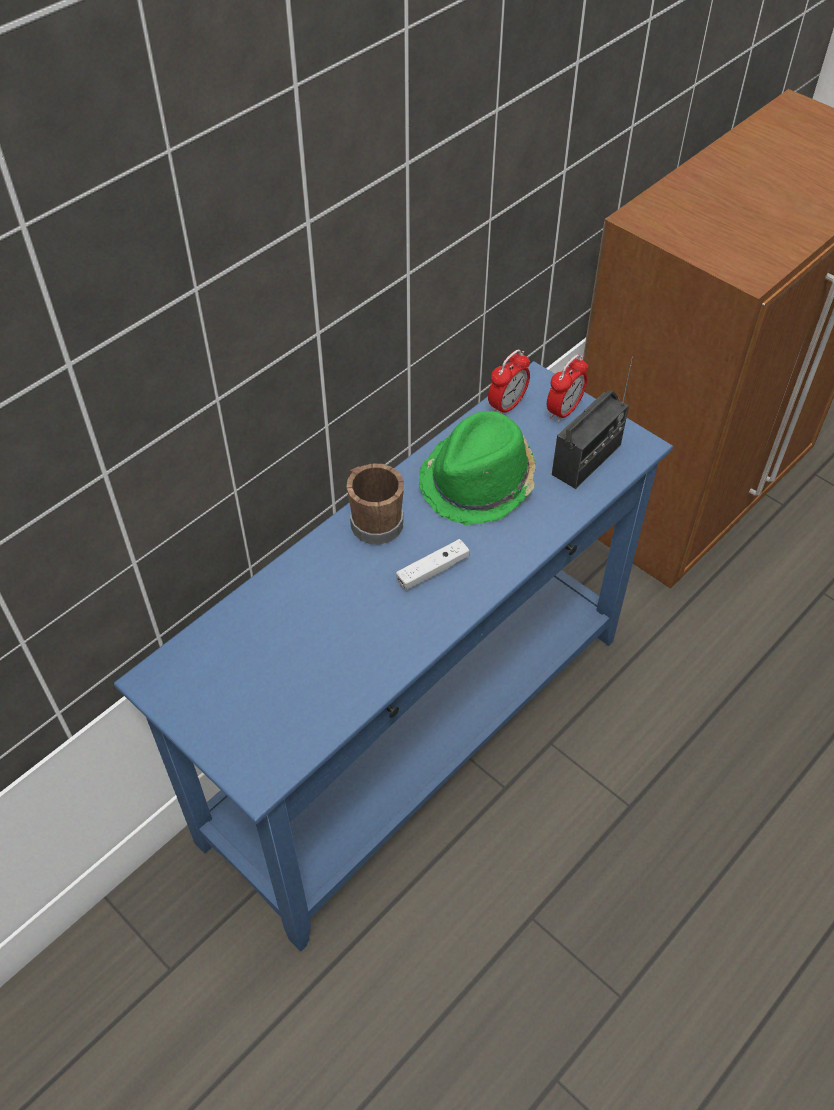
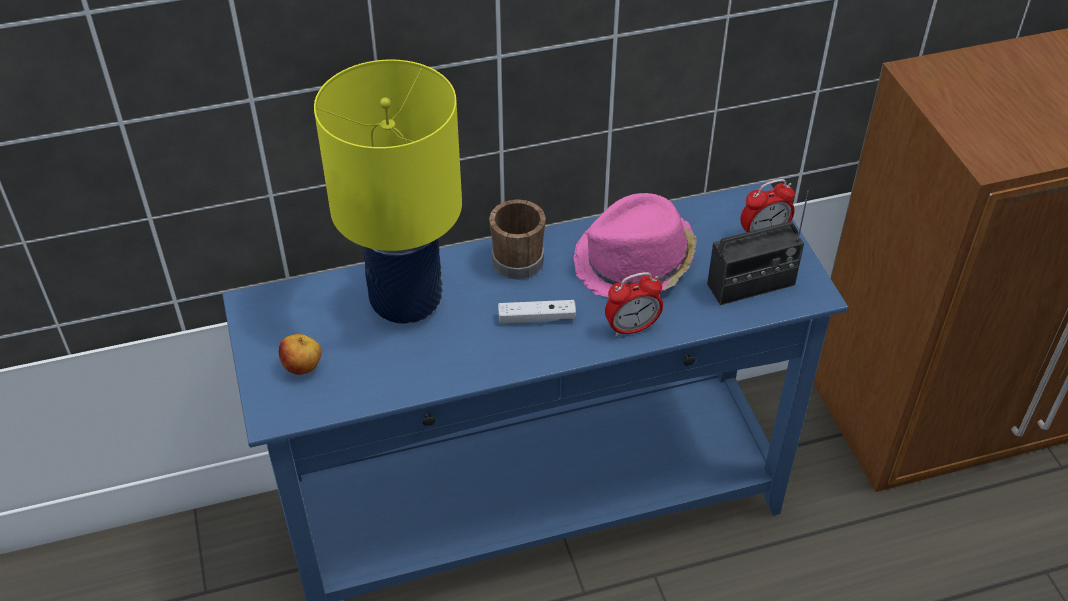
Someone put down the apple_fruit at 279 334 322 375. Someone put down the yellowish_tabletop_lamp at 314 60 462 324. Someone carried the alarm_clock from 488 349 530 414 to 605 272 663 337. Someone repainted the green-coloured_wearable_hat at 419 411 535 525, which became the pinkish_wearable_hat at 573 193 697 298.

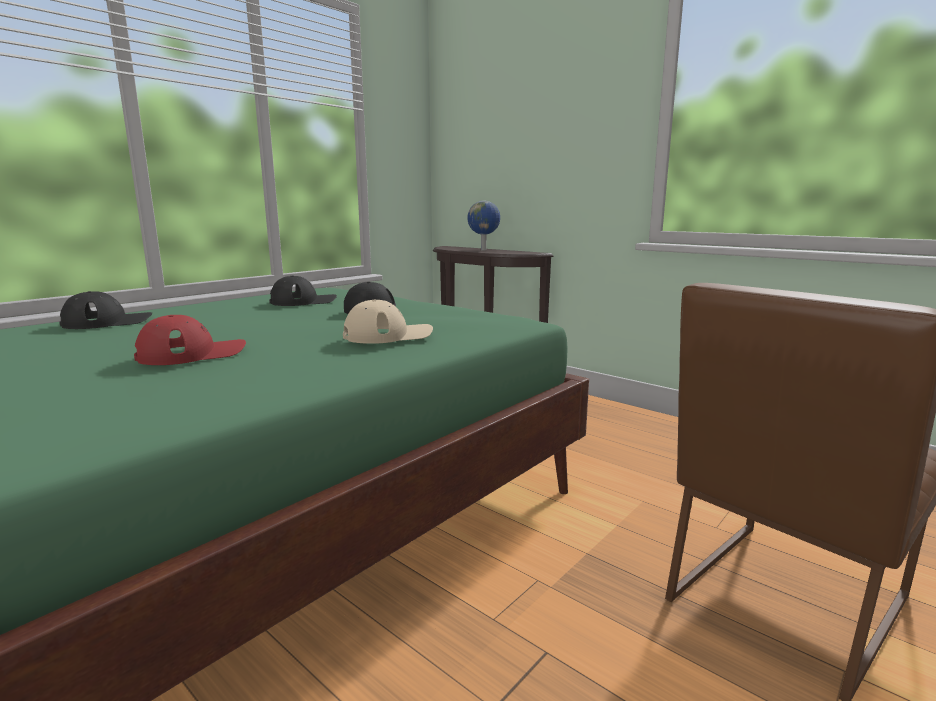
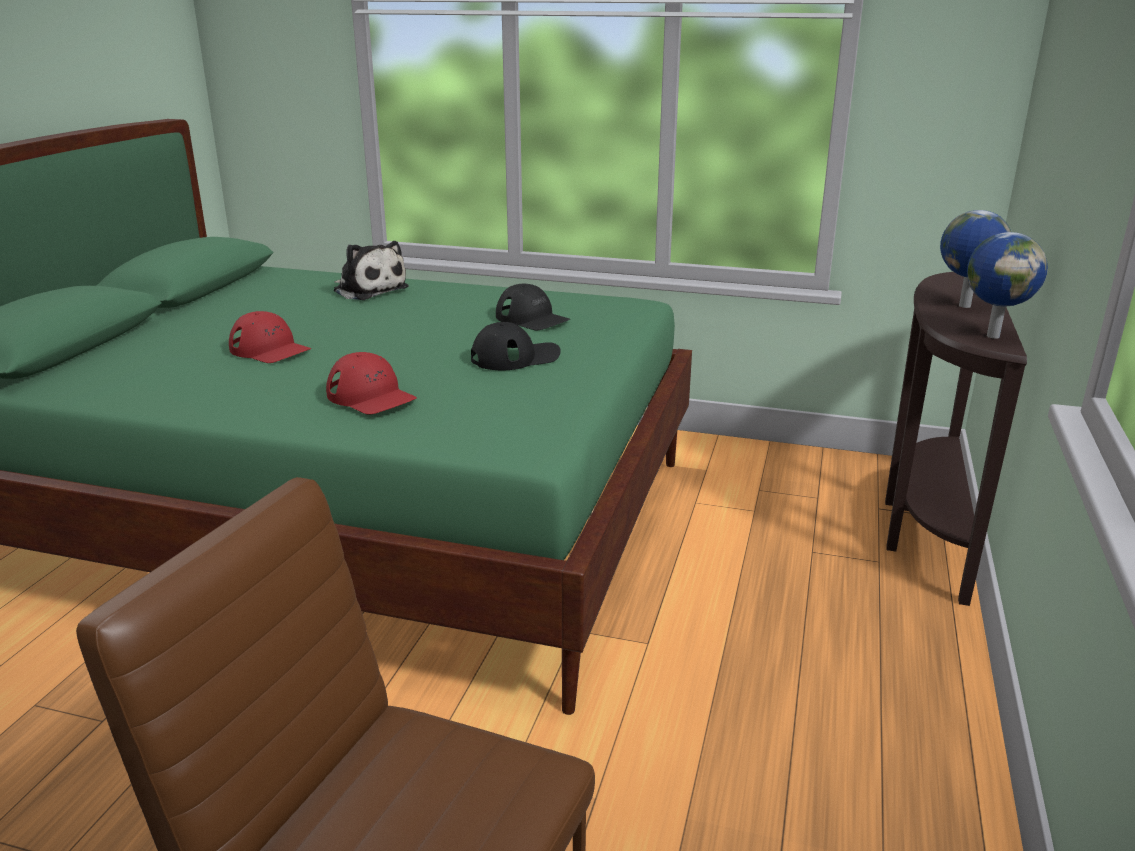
Someone put down the world_globe at 967 232 1048 339. Someone swapped the black-coloured_peaked_cap at 59 291 152 329 for the soft_toy at 334 241 409 300. Someone repainted the sand-coloured_peaked_cap at 343 300 433 344, which became the red-coloured_peaked_cap at 326 352 417 414.

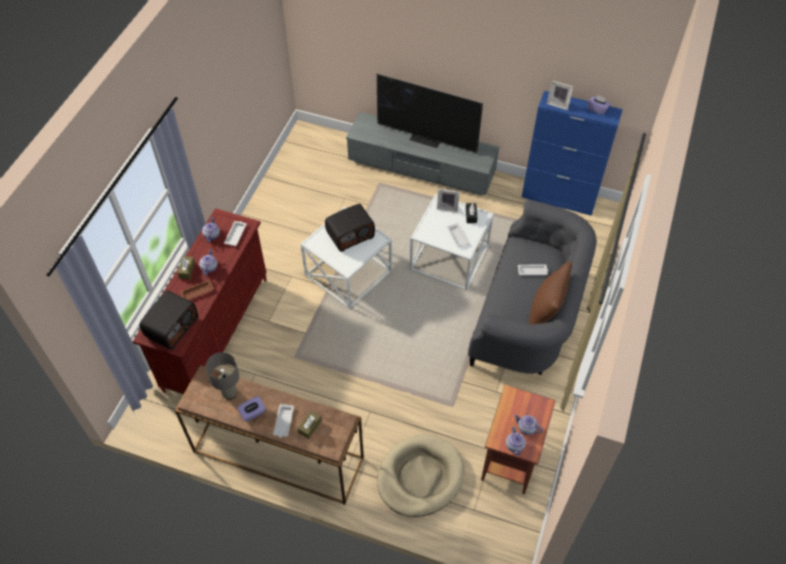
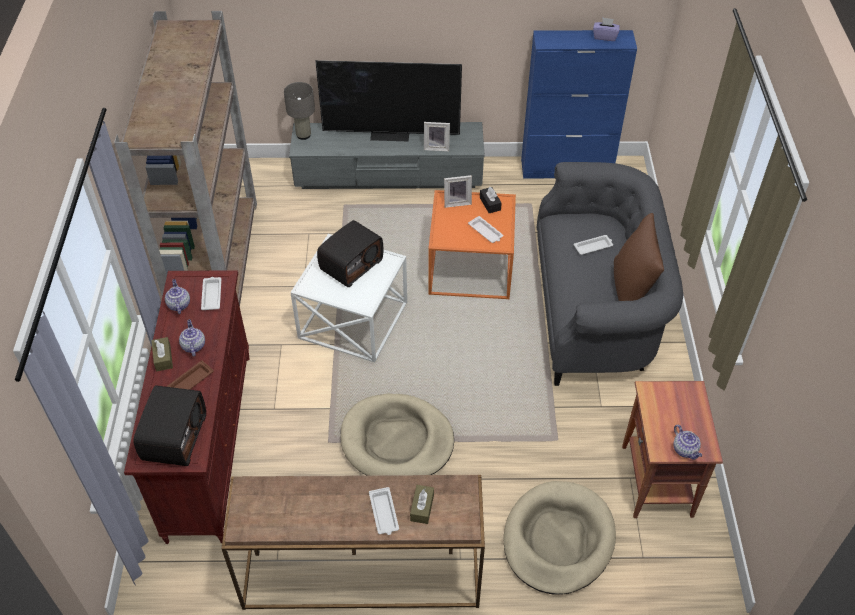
Someone took away the purple_box_of_tissues at 237 396 266 422. Someone took away the pot_for_tea at 514 414 543 435. Someone put down the brownish_shelving_unit at 114 11 257 306. Someone put down the sand-coloured_pet_bed at 341 393 454 475. Someone carried the greyish_tabletop_lamp from 205 352 239 400 to 284 82 315 140. Someone carried the photo_frame from 547 80 574 110 to 424 122 450 151. Someone repainted the white_end_table at 410 194 494 290, which became the orange_end_table at 428 190 516 299.

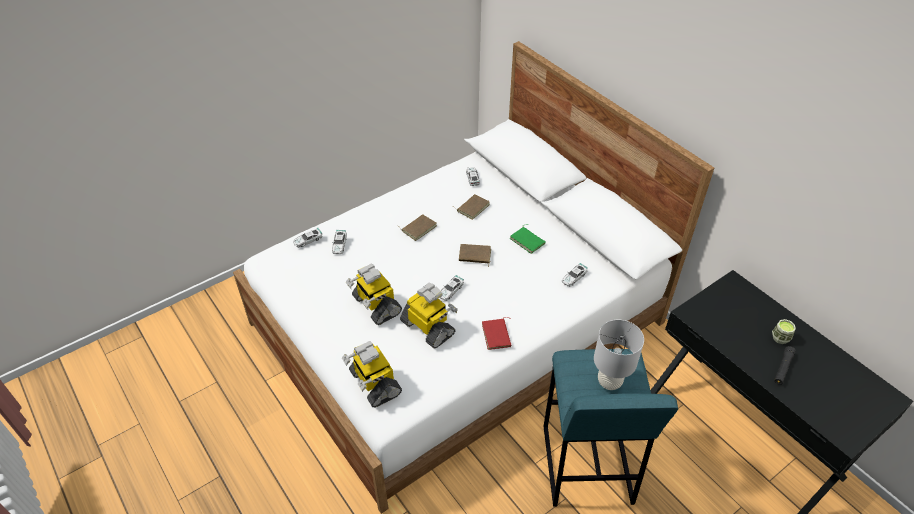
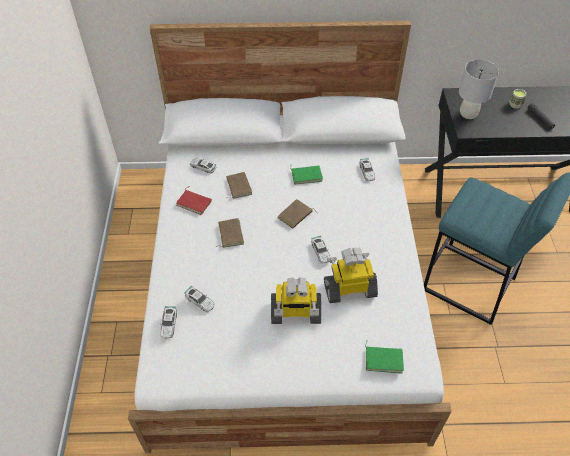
Someone carried the red-coloured_bound_book from 482 317 512 350 to 176 187 212 215. Someone carried the greyish_tabletop_lamp from 594 320 644 390 to 459 60 499 119. Someone swapped the toy_robot at 342 341 402 408 for the green-coloured_bound_book at 365 342 404 373.

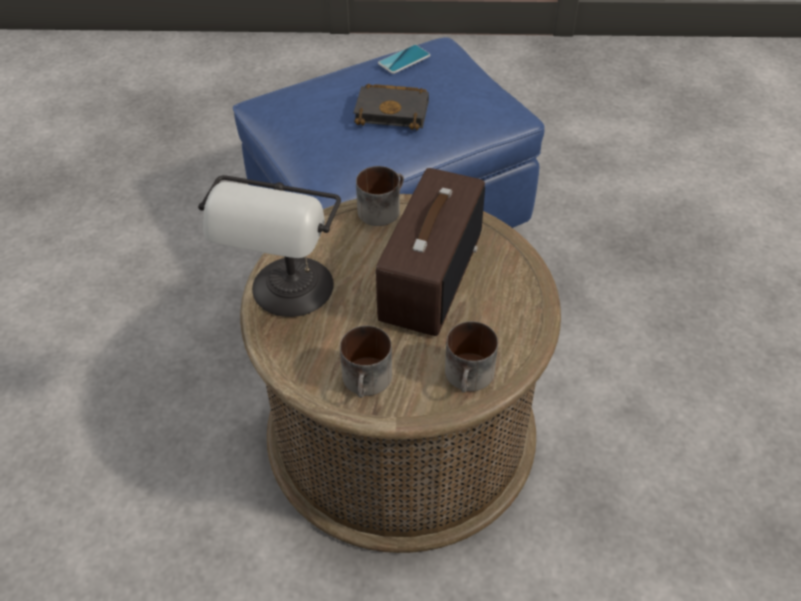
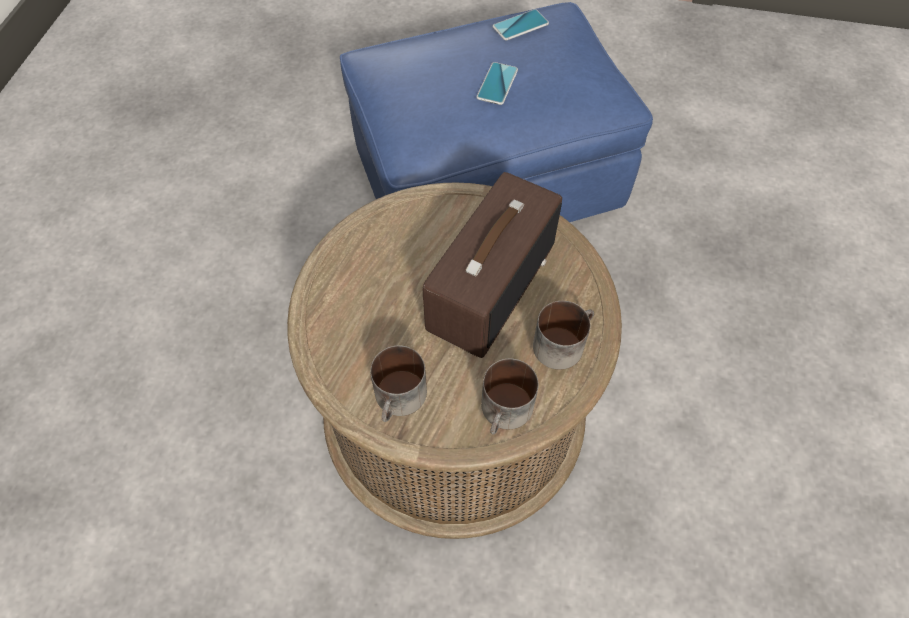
Someone took away the tabletop_lamp at 198 175 341 317. Someone carried the tea_mug from 356 166 404 226 to 533 301 594 370. Someone swapped the black-coloured_bound_book at 354 84 429 130 for the telephone at 476 62 518 105.

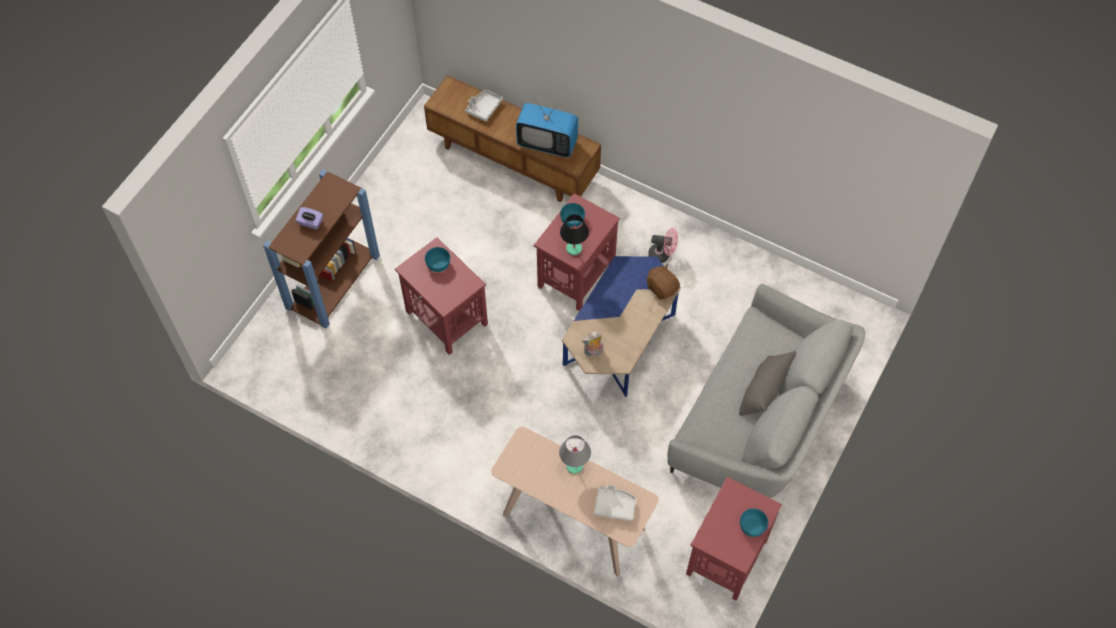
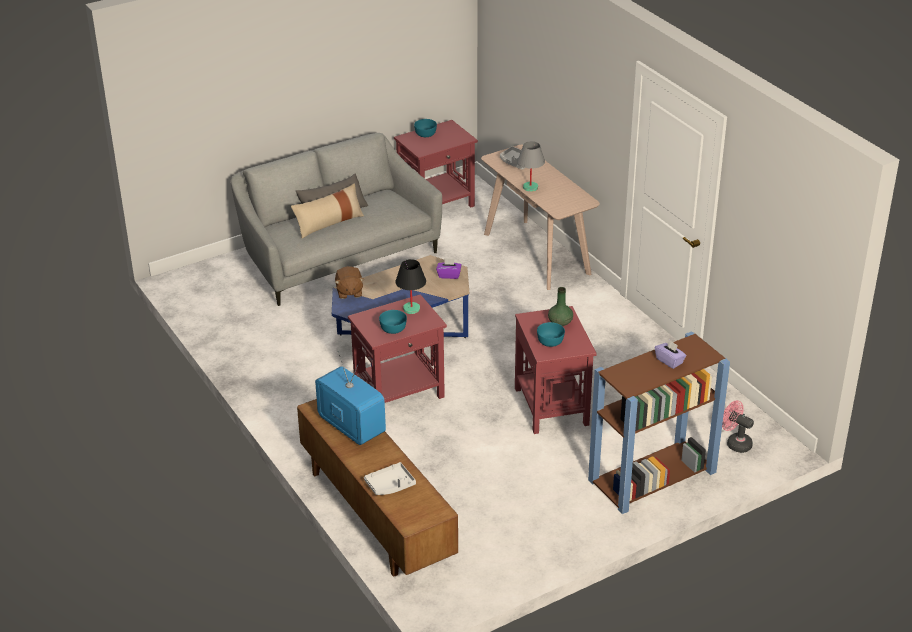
Someone put down the sand-coloured_cushion at 291 183 364 239. Someone put down the green-coloured_vase at 548 287 573 326. Someone carried the pinkish_electric_fan from 648 228 678 263 to 722 400 754 453. Someone swapped the soft_toy at 582 331 603 357 for the purple_box_of_tissues at 436 258 462 279.

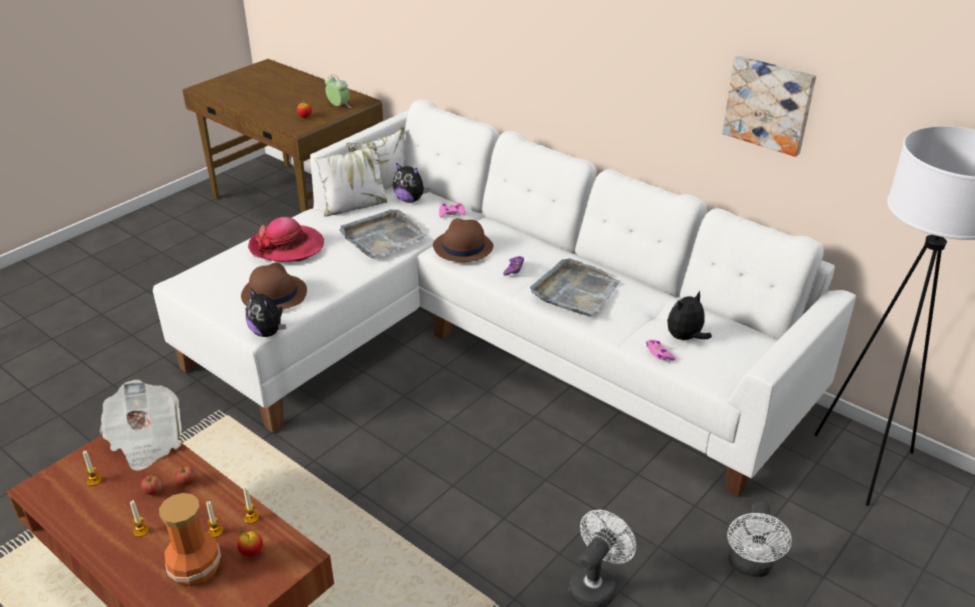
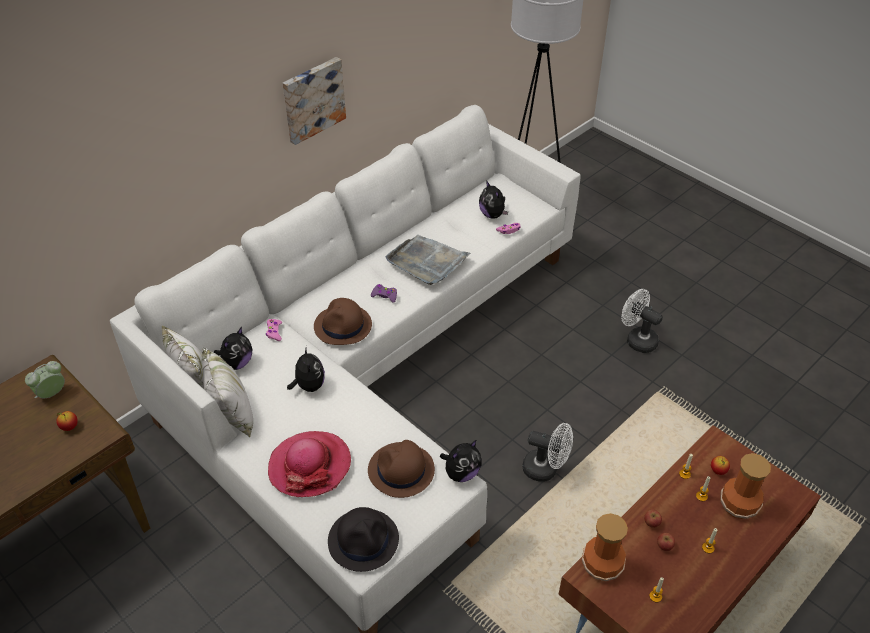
Someone put down the black-coloured_wearable_hat at 328 507 399 572. Someone carried the wall_art from 722 55 816 157 to 283 57 346 145. Someone carried the white_electric_fan from 727 502 792 577 to 522 423 573 482. Someone swapped the daily_paper at 100 380 182 471 for the vase at 582 513 628 581. Someone swapped the greyish_carrying_tray at 339 209 427 258 for the soft_toy at 287 346 325 392.

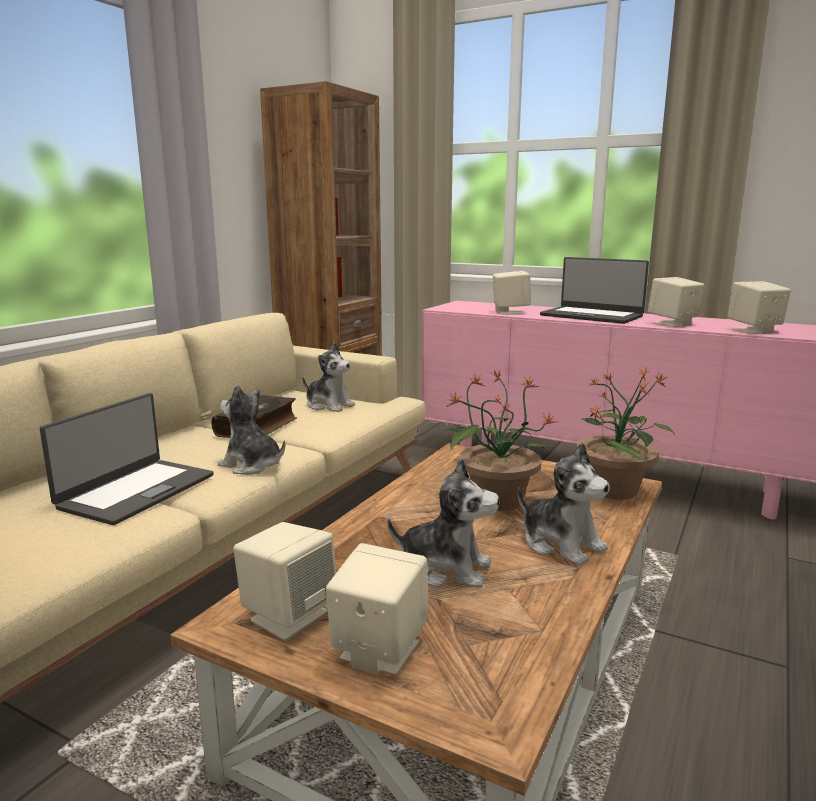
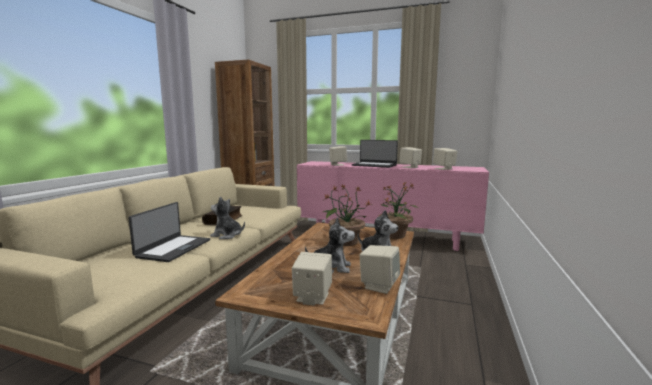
Someone took away the soft_toy at 302 342 355 412. Someone carried the sand-coloured_loudspeaker from 233 522 337 641 to 359 245 400 294.

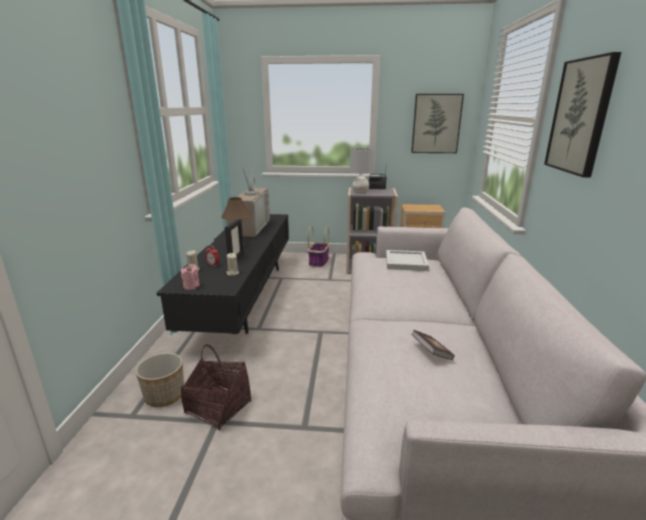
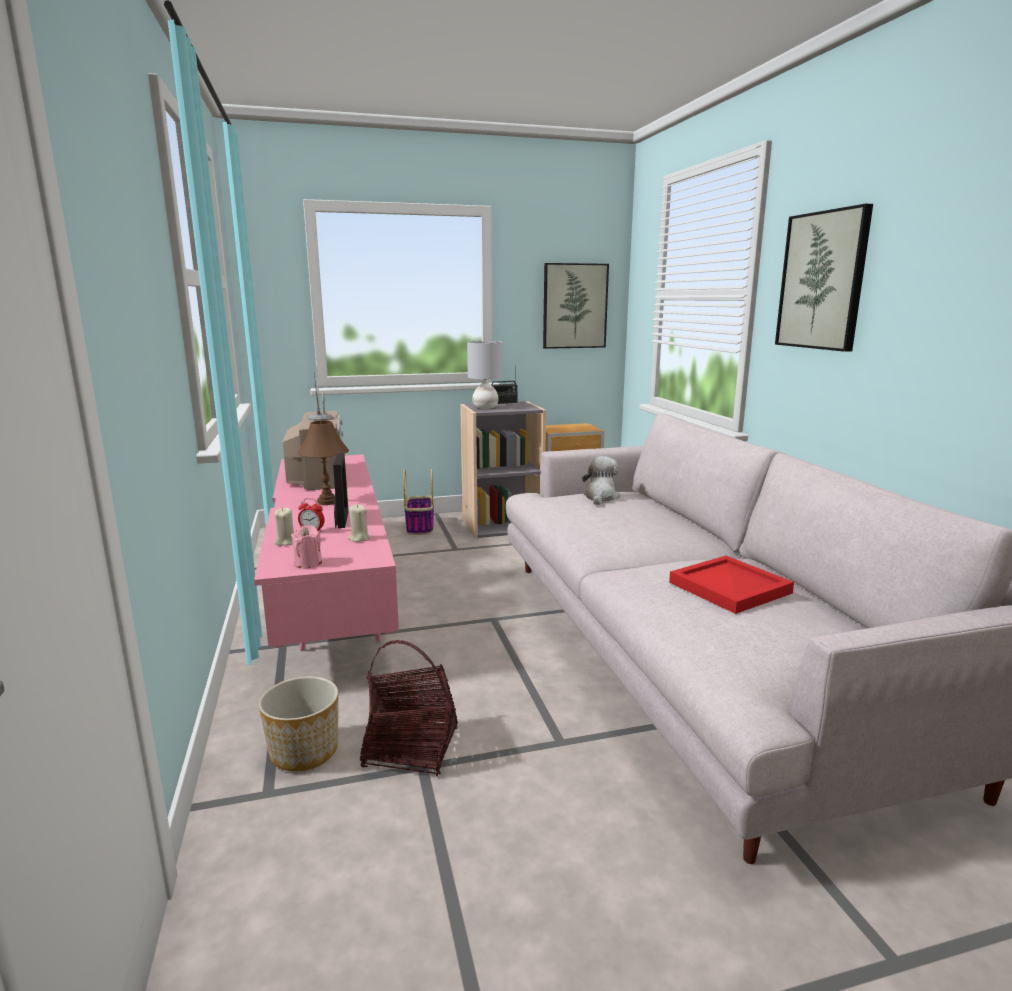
Someone swapped the white_carrying_tray at 386 250 429 271 for the soft_toy at 582 456 620 505. Someone swapped the bound_book at 411 330 455 360 for the red-coloured_carrying_tray at 669 556 794 614. Someone repainted the black-coloured_media_console at 157 214 289 334, which became the pinkish_media_console at 254 454 399 651.

